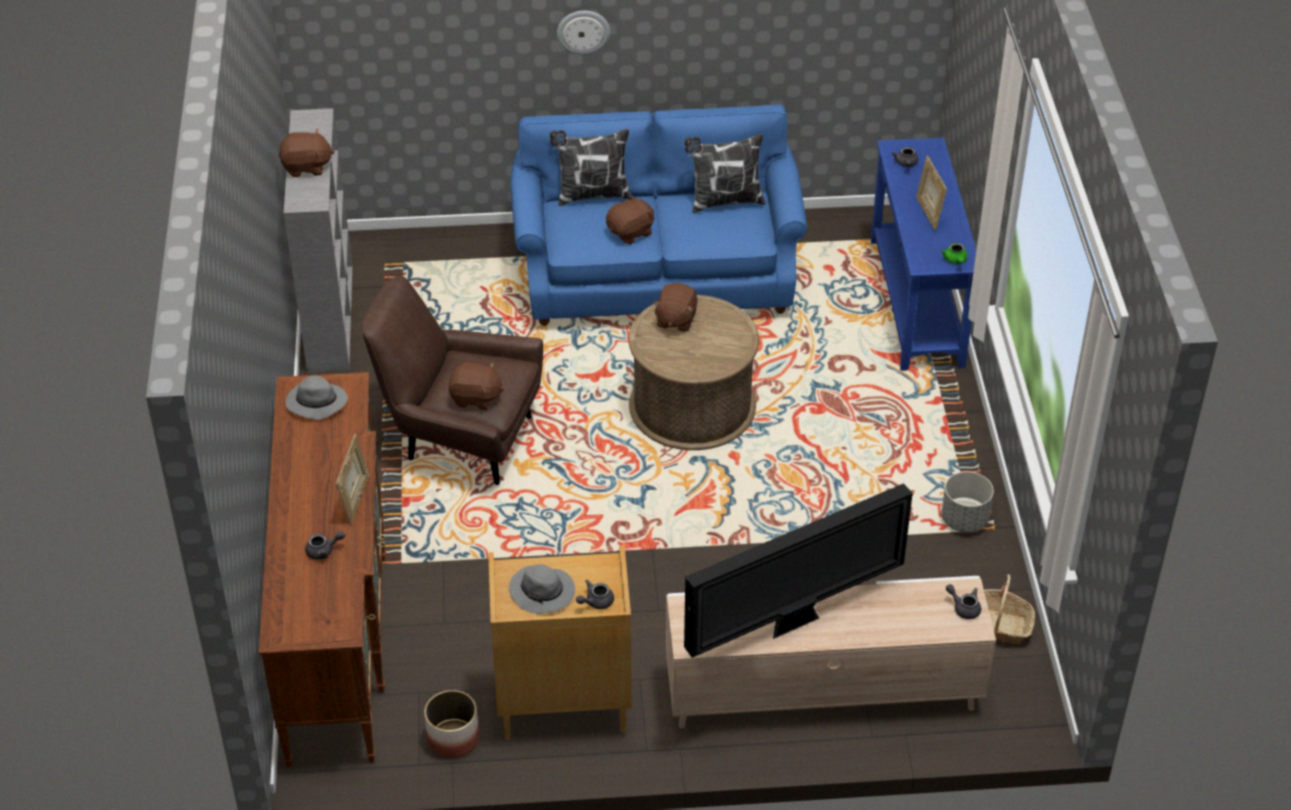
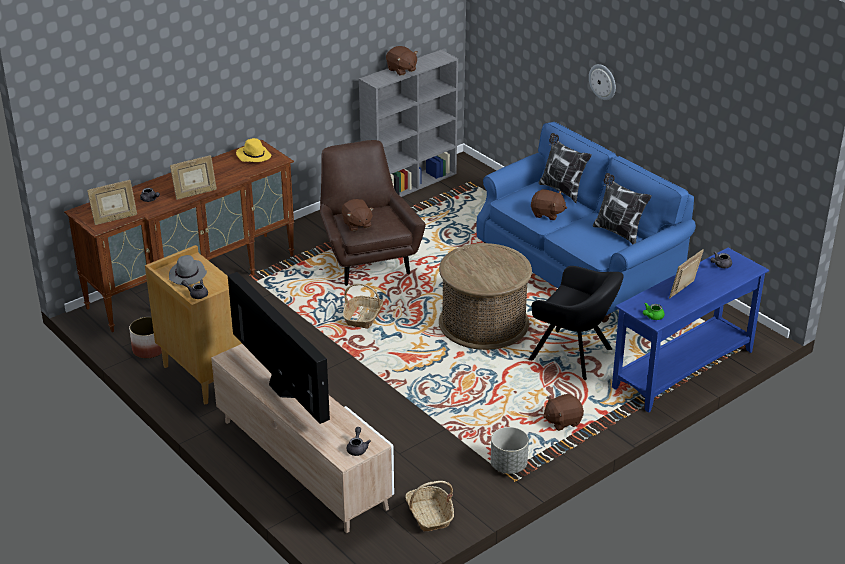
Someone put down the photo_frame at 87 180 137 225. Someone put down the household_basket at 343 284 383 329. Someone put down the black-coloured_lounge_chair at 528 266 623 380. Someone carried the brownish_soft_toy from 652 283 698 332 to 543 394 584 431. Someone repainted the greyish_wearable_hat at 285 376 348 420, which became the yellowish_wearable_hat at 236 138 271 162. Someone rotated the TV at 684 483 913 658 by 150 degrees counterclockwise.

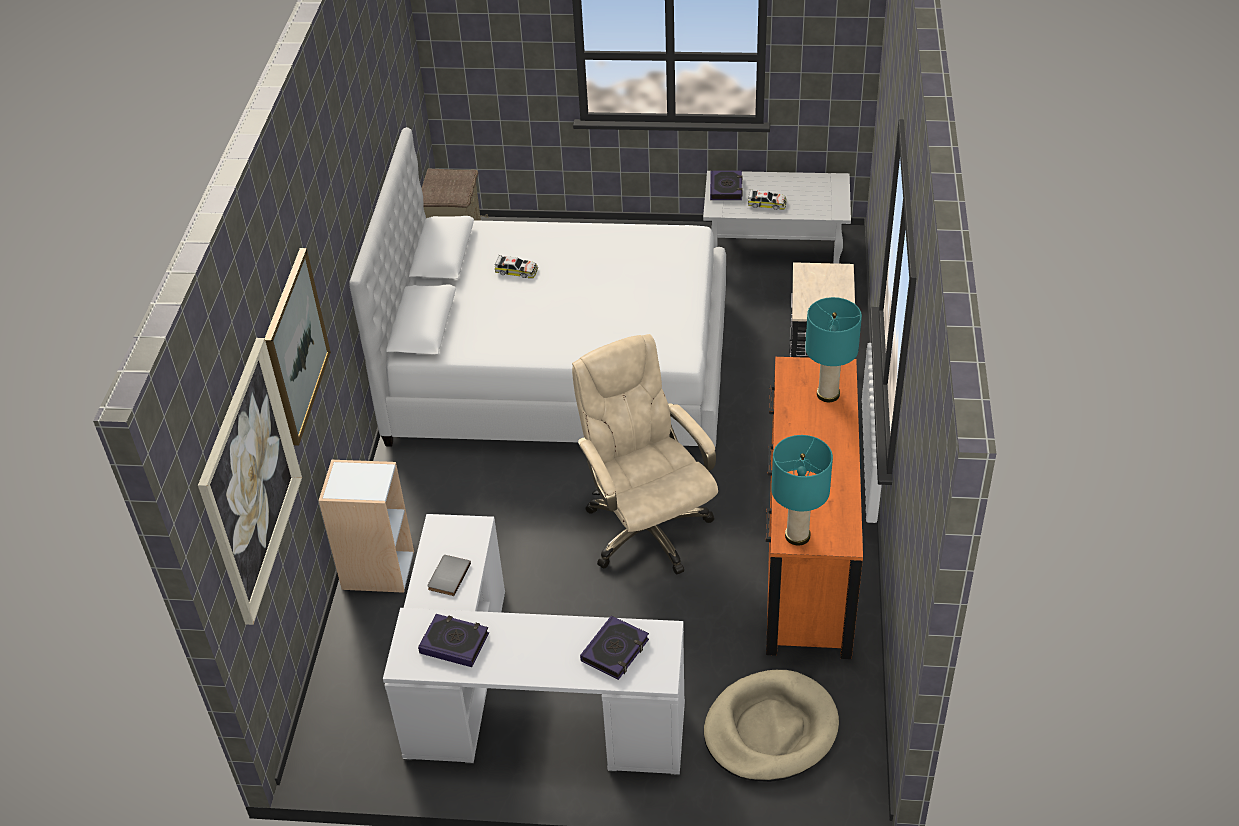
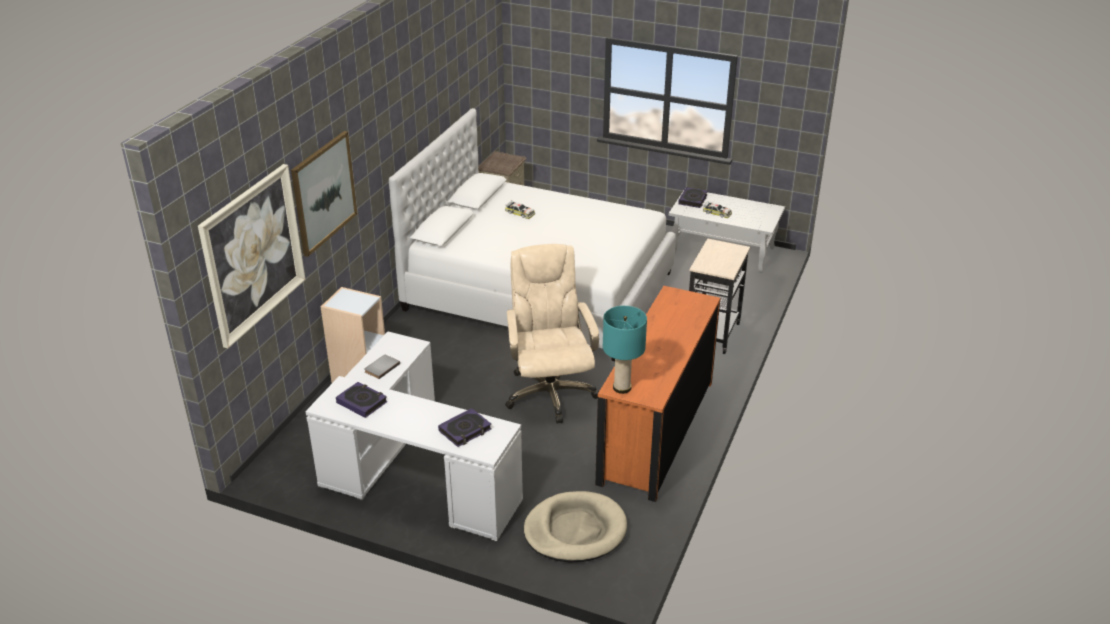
Someone took away the blue-green_tabletop_lamp at 805 297 862 402.

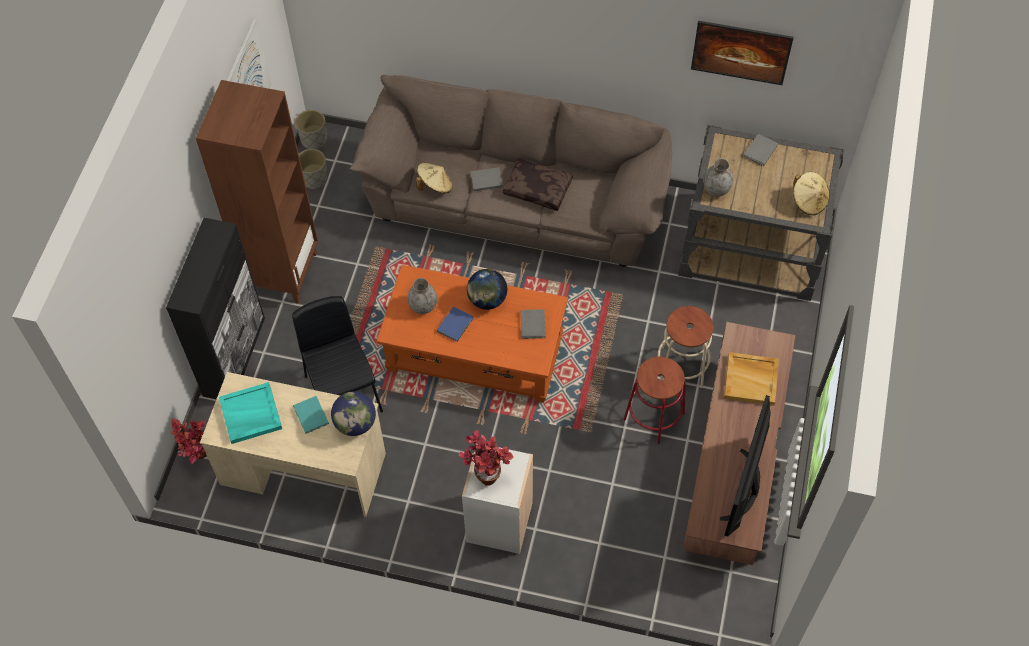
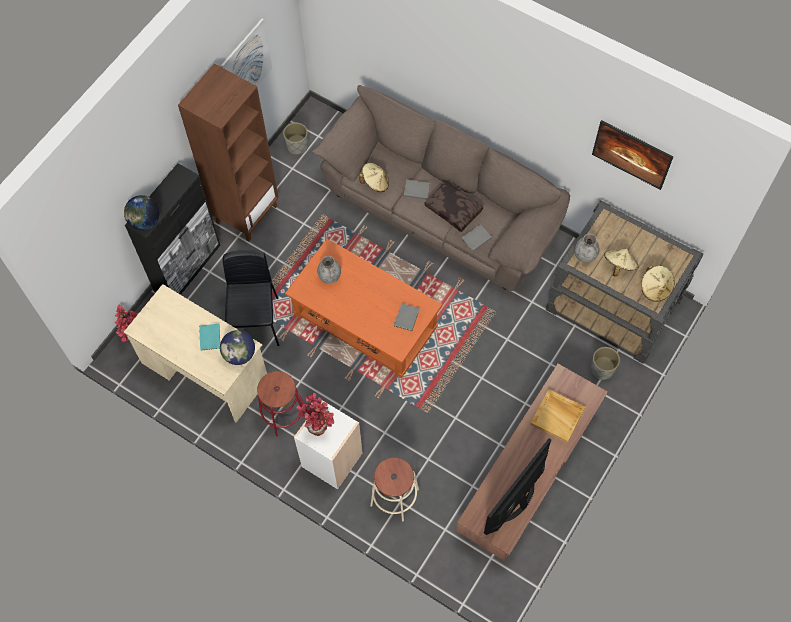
Someone took away the blue-green_carrying_tray at 219 382 282 444. Someone took away the bluish_bound_book at 437 307 473 342. Someone put down the sand-coloured_wearable_hat at 604 248 639 276. Someone carried the greyish_planter from 295 110 327 149 to 591 347 620 380. Someone carried the world_globe from 467 269 507 310 to 124 195 159 230. Someone carried the red-coloured_stool_seat from 623 357 686 444 to 257 371 305 437. Someone carried the sand-coloured_stool_seat from 658 306 713 388 to 370 458 419 521. Someone carried the greyish_bound_book from 743 134 778 166 to 461 225 492 251.

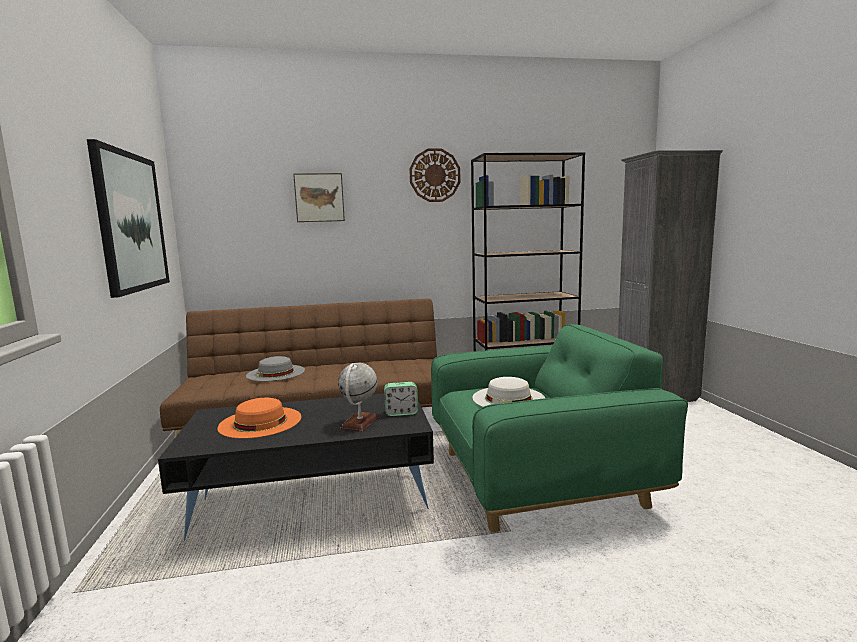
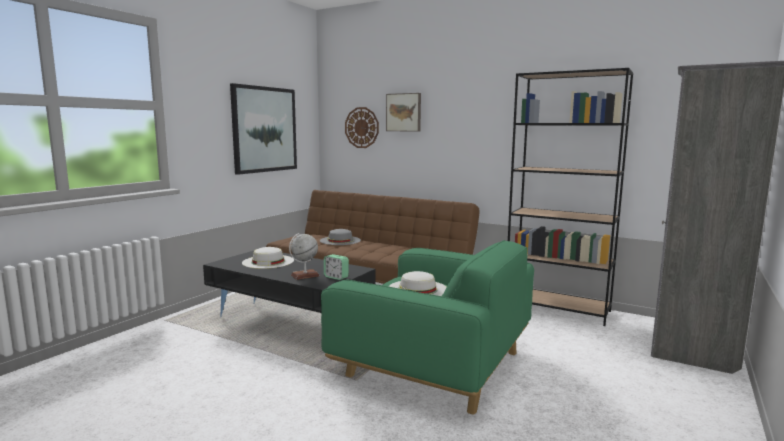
Someone carried the wall_clock from 409 148 461 202 to 345 107 379 148. Someone repainted the orange_wearable_hat at 217 398 301 439, which became the white_wearable_hat at 242 247 294 269.

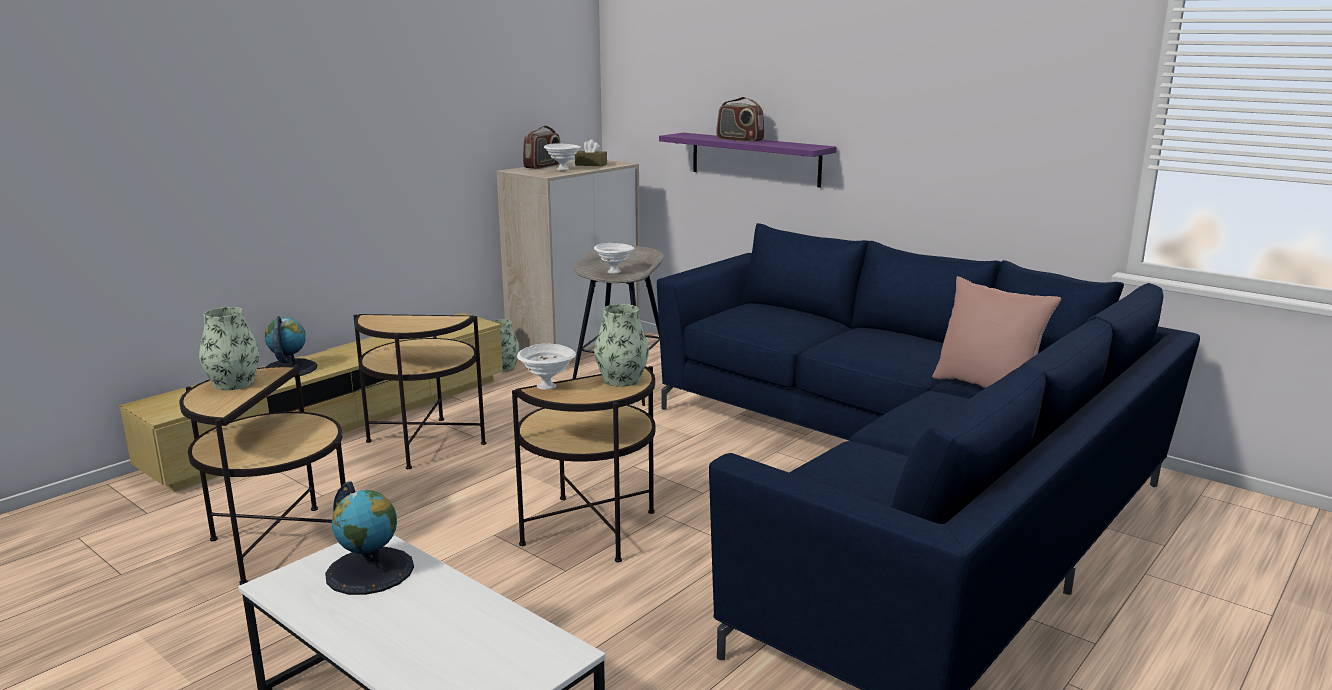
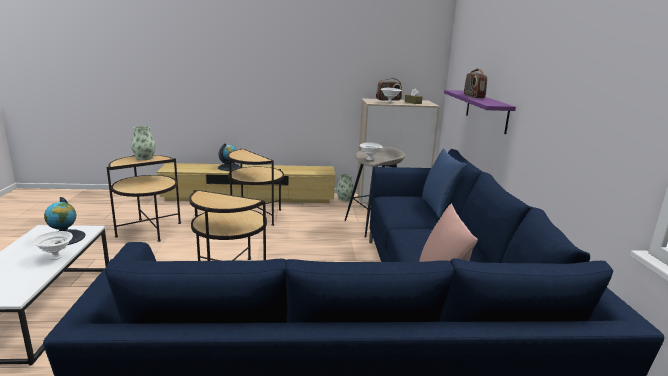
Someone took away the vase at 594 304 649 387. Someone put down the bluish_cushion at 422 148 467 218. Someone carried the white_deep_dish from 517 344 576 390 to 32 231 73 260.

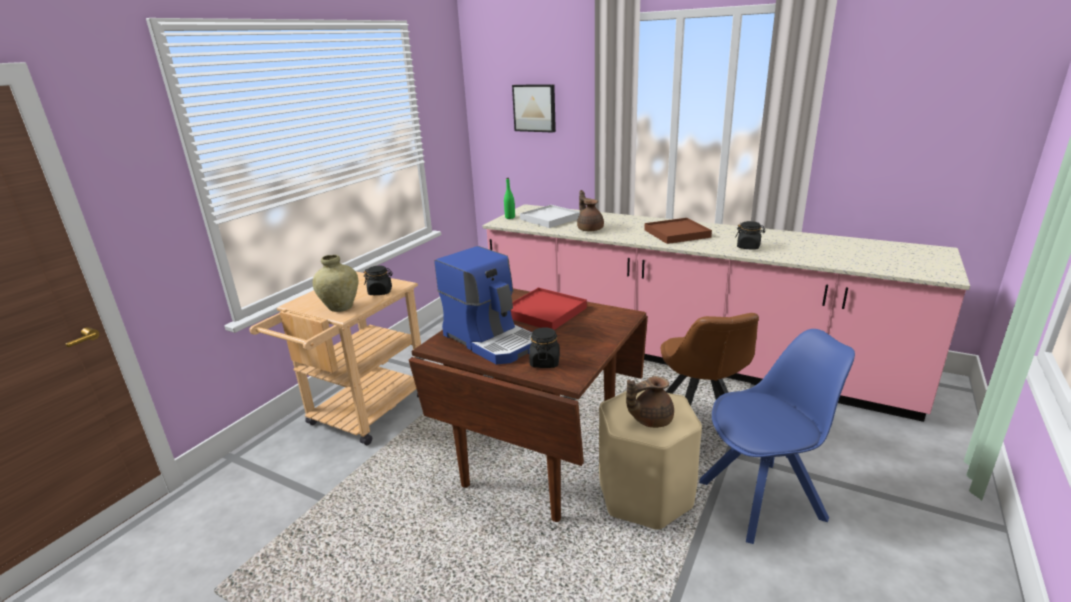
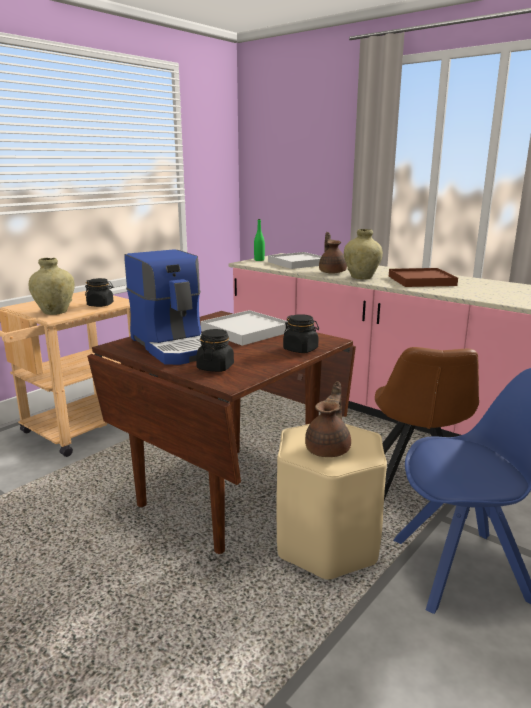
Someone took away the wall_art at 512 84 556 133. Someone put down the sand-coloured_vase at 344 229 383 279. Someone carried the black-coloured_jar from 735 221 765 250 to 283 314 319 353. Someone repainted the red-coloured_carrying_tray at 511 288 587 330, which became the white_carrying_tray at 201 310 289 346. Someone rotated the brownish_pot_for_tea at 626 376 674 428 by 120 degrees clockwise.

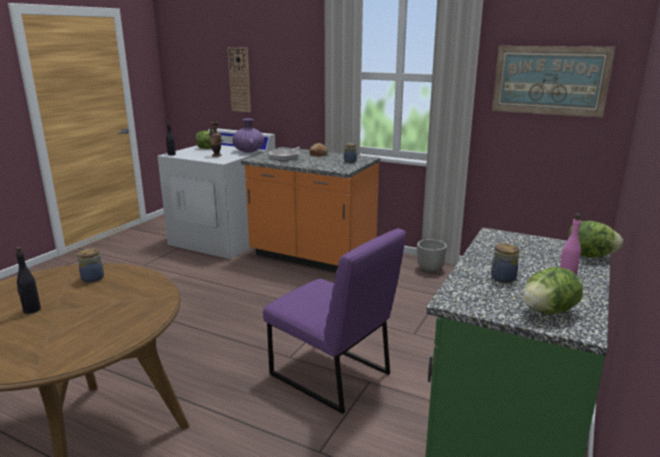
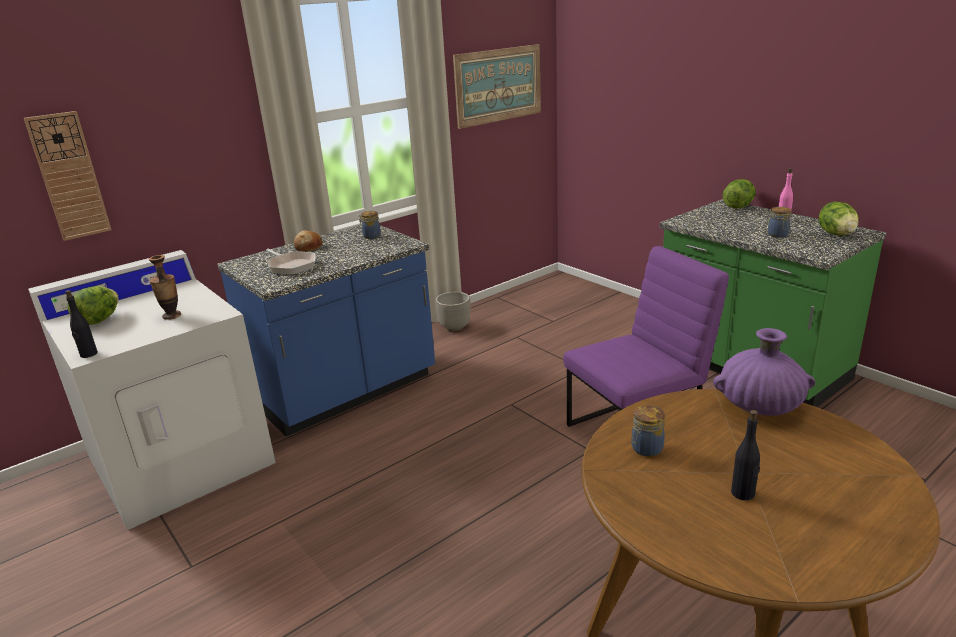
Someone carried the purple_vase from 233 118 264 153 to 713 328 815 416. Someone repainted the orange_kitchen_base_unit at 241 147 380 272, which became the bluish_kitchen_base_unit at 217 225 435 437.

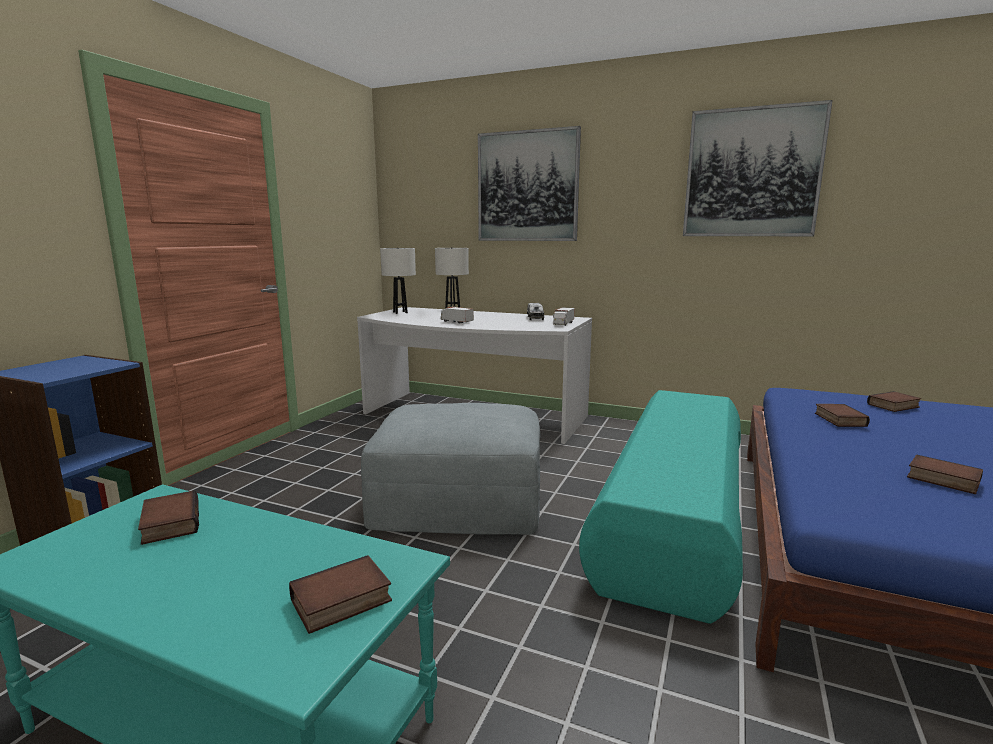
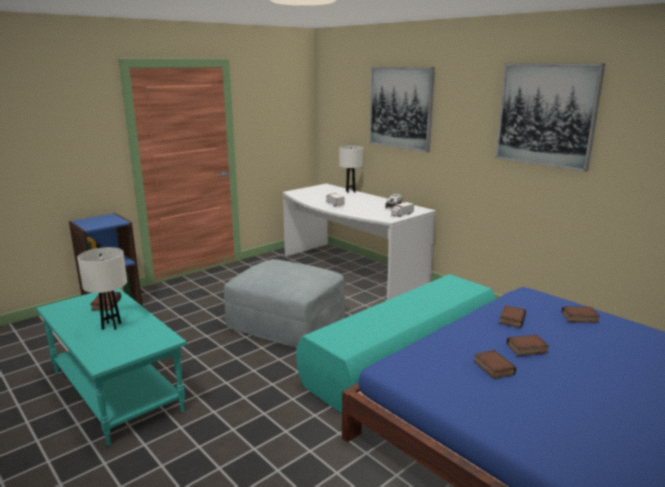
Someone carried the bound_book from 289 555 392 634 to 507 335 549 356. Someone carried the white_tabletop_lamp from 380 248 416 314 to 77 247 127 330.

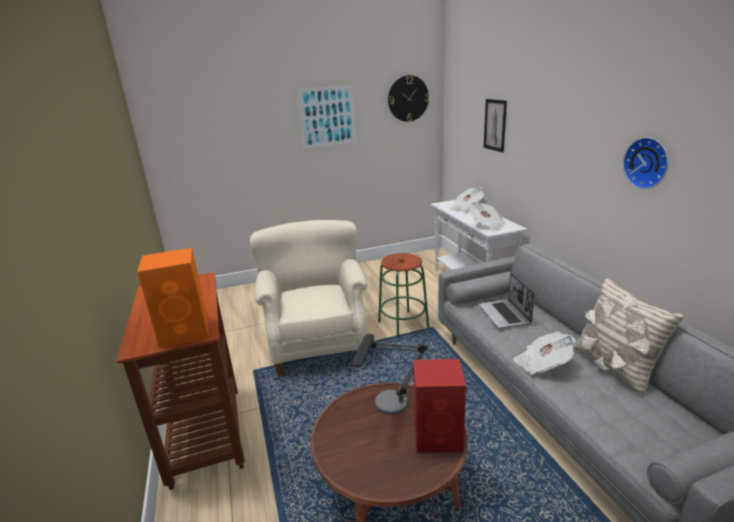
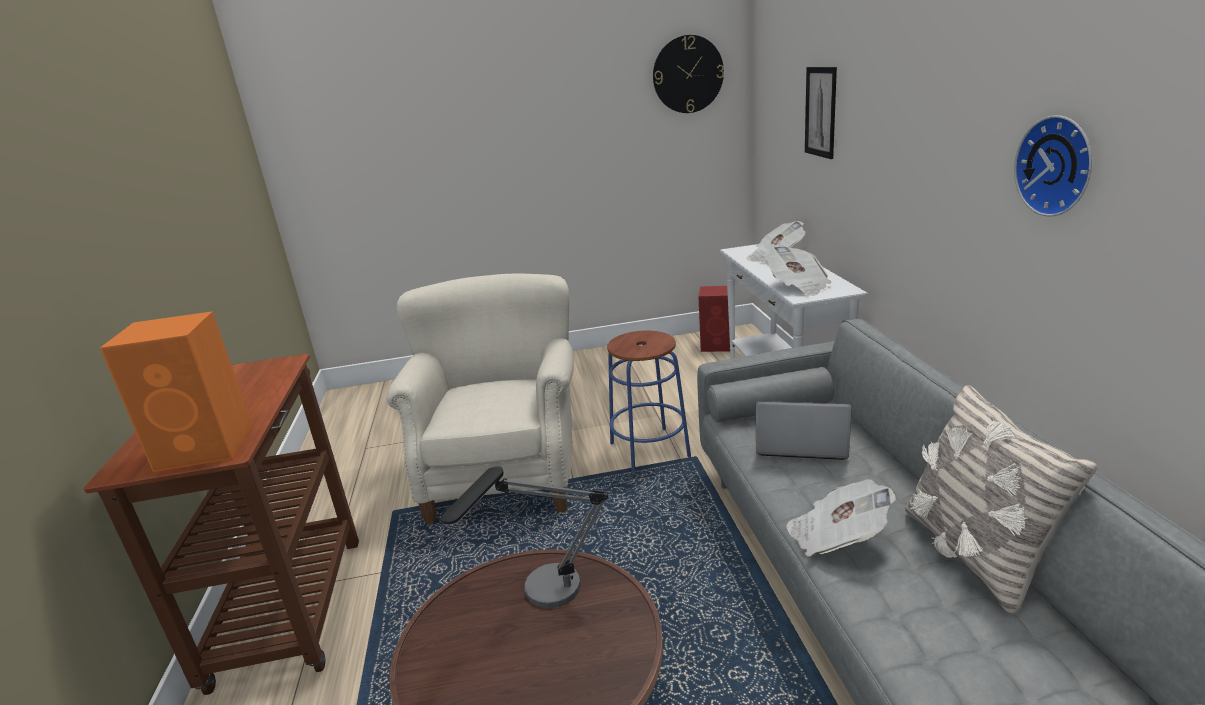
Someone took away the wall_art at 297 85 356 148. Someone carried the red-coloured_loudspeaker from 413 359 466 453 to 698 286 730 352. Someone repainted the green-coloured_stool_seat at 378 253 429 338, which became the bluish_stool_seat at 607 331 691 472. Someone rotated the laptop at 479 273 535 328 by 105 degrees clockwise.

